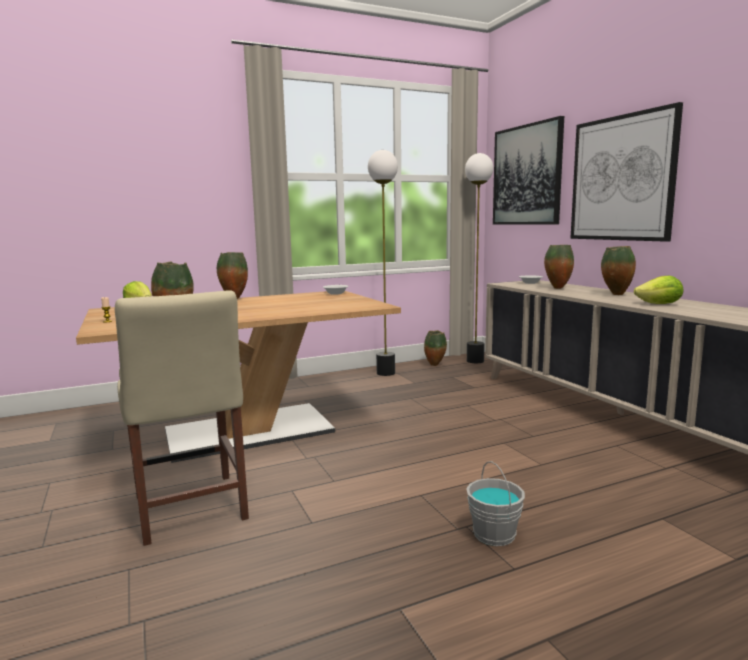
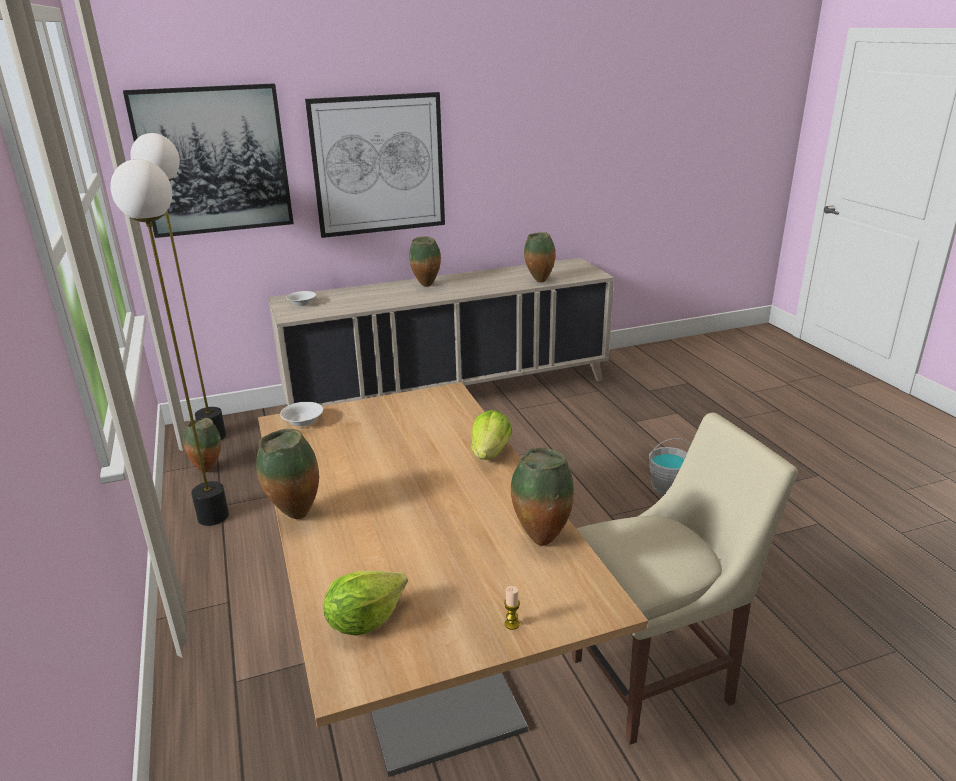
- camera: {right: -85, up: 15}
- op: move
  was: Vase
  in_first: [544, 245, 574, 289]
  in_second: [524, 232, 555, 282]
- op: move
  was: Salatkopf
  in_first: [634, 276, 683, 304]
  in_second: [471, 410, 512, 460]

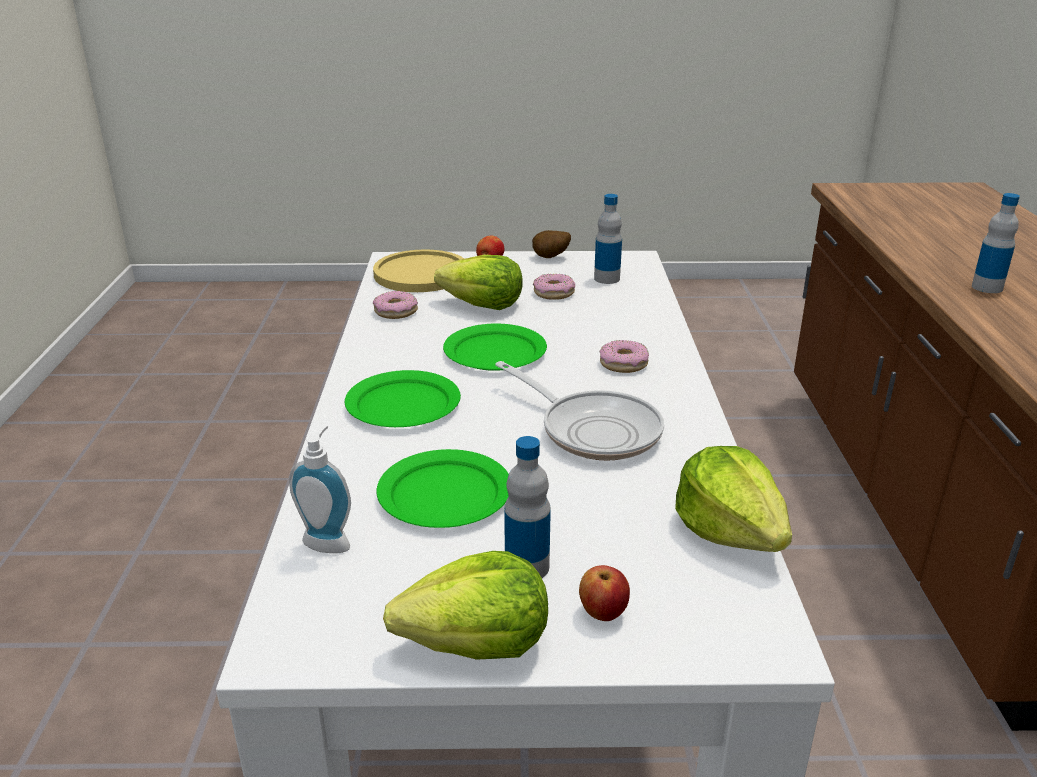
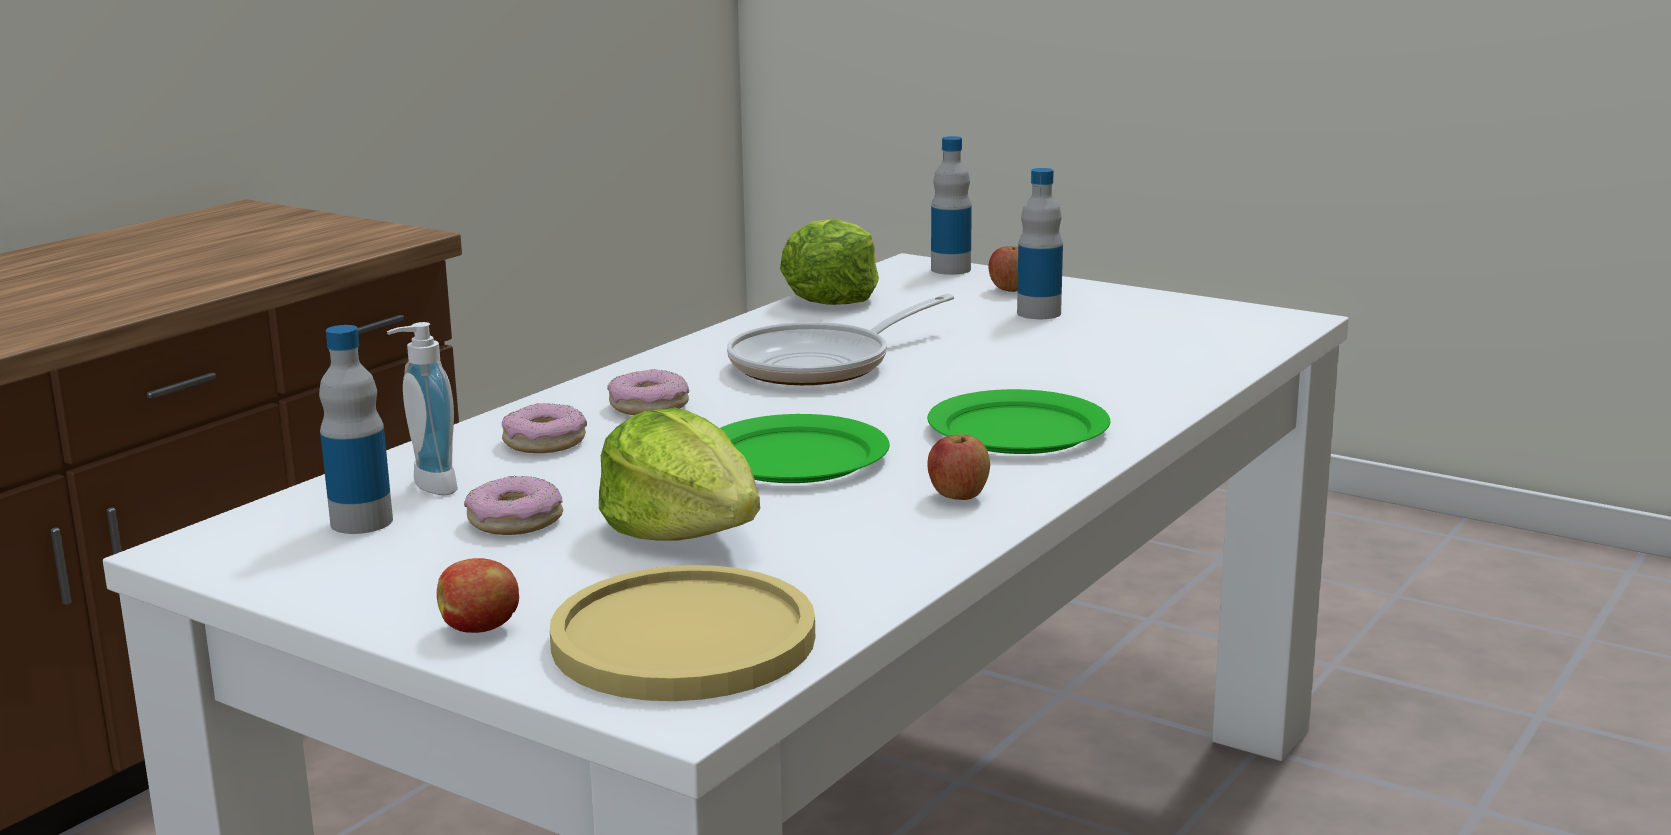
- camera: {right: -145, up: -10}
- op: move
  was: Seifenspender
  in_first: [289, 425, 351, 553]
  in_second: [387, 322, 458, 495]
- op: move
  was: Donut
  in_first: [373, 291, 418, 319]
  in_second: [502, 403, 587, 453]
- op: delete
  was: Teller/grün
  in_first: [377, 449, 509, 528]
- op: delete
  was: Salatkopf
  in_first: [383, 551, 548, 660]
- op: rotate
  was: Pfanne
  in_first: [495, 361, 664, 461]
  in_second: [727, 293, 954, 385]
  clockwise: -120
- op: delete
  was: Kartoffel
  in_first: [532, 230, 571, 258]
- op: move
  was: Flasche
  in_first: [972, 193, 1020, 293]
  in_second: [931, 136, 972, 275]
- op: insert
  now: Apfel
  in_second: [927, 434, 990, 500]

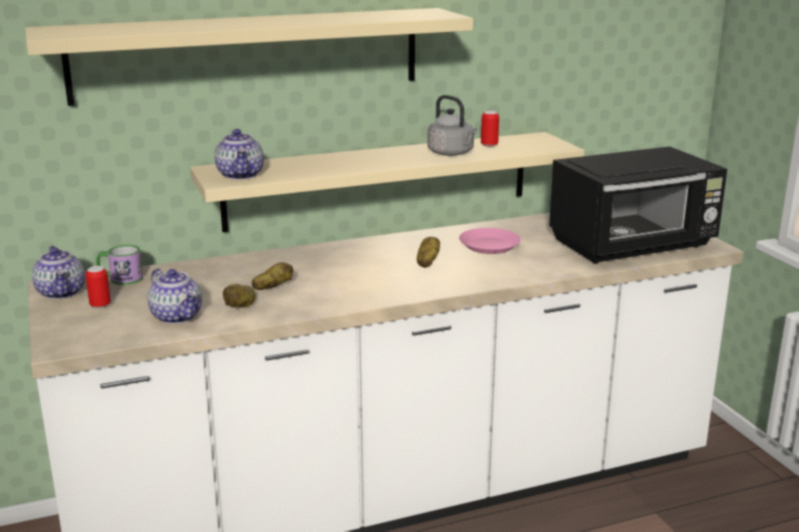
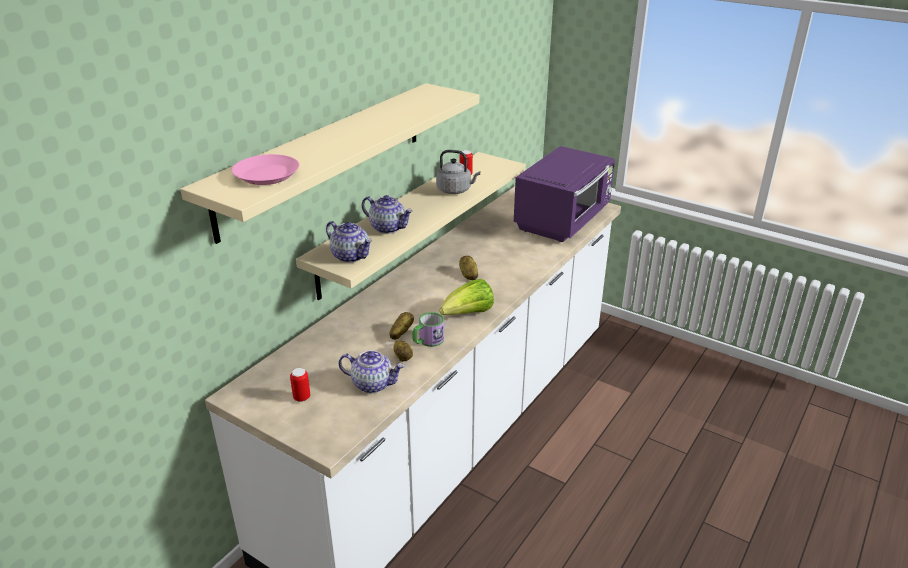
- camera: {right: -35, up: 10}
- op: move
  was: Teekanne
  in_first: [32, 246, 85, 299]
  in_second: [362, 195, 413, 234]
- op: move
  was: Henkelbecher
  in_first: [96, 245, 143, 285]
  in_second: [412, 312, 444, 347]
- op: move
  was: Teller/rosa
  in_first: [459, 228, 521, 254]
  in_second: [232, 154, 299, 185]
- op: recolor
  was: Mikrowelle/schwarz
  now: Mikrowelle/lila
  in_first: [549, 146, 727, 264]
  in_second: [514, 146, 615, 242]
- op: insert
  now: Salatkopf
  in_second: [440, 279, 494, 315]

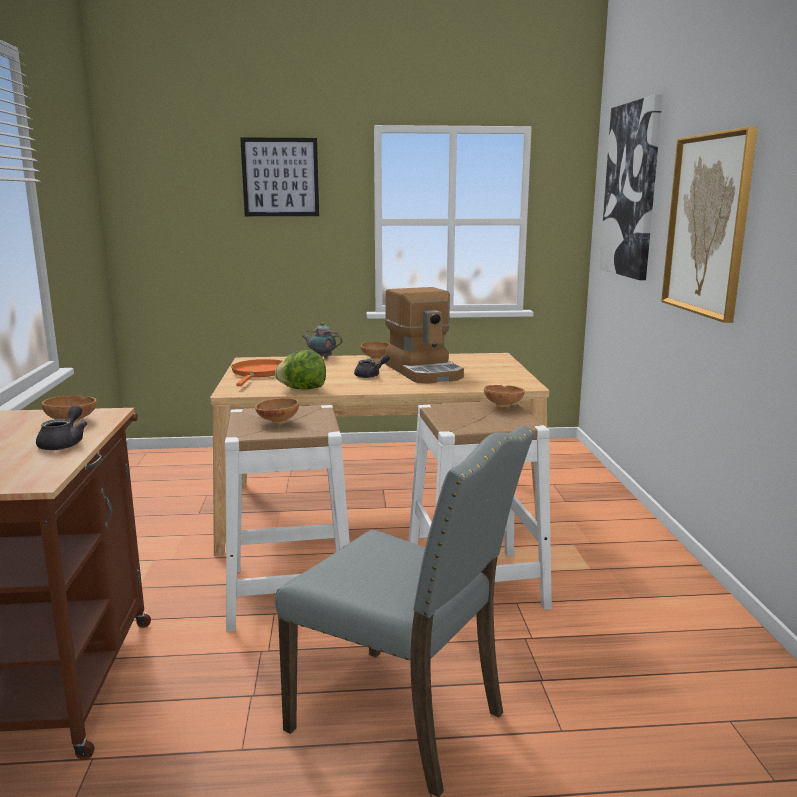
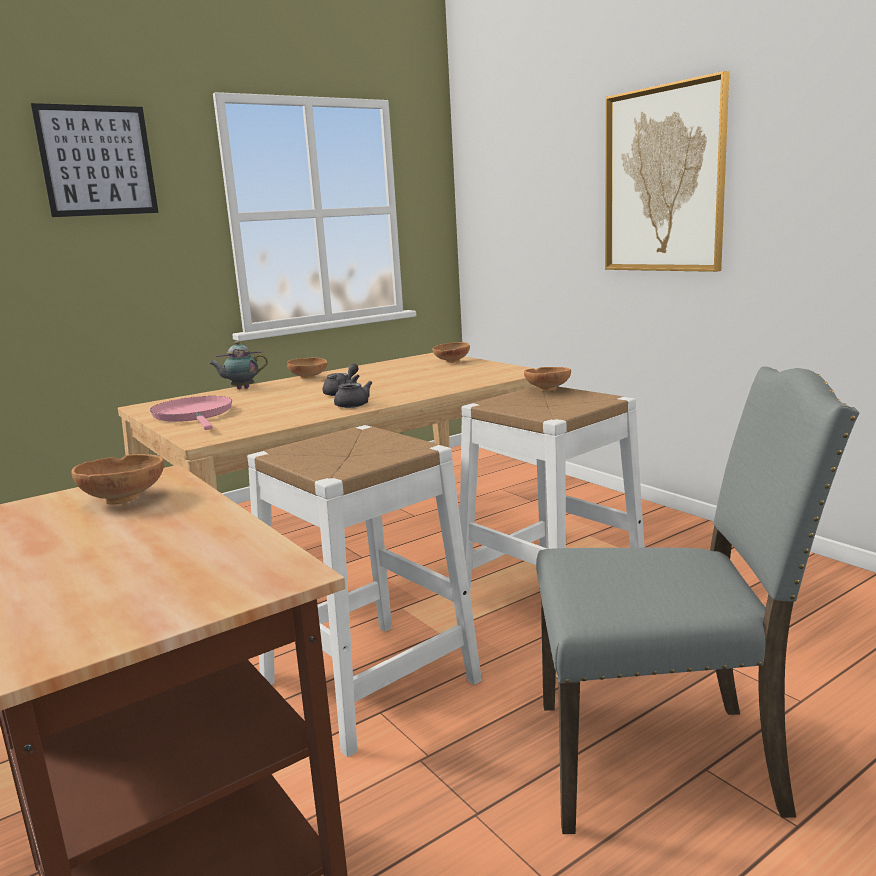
- camera: {right: -30, up: 0}
- op: move
  was: Teekanne/grau
  in_first: [36, 405, 88, 450]
  in_second: [334, 374, 372, 408]
- op: recolor
  was: Pfanne/orange
  now: Pfanne/rosa
  in_first: [231, 359, 282, 386]
  in_second: [150, 396, 232, 430]
- op: move
  was: Schüssel/braun
  in_first: [255, 398, 299, 424]
  in_second: [433, 342, 470, 363]
- op: delete
  was: Salatkopf
  in_first: [275, 350, 326, 390]
- op: delete
  was: Kaffeemaschine
  in_first: [385, 287, 464, 384]
- op: delete
  was: Bild
  in_first: [599, 94, 663, 280]

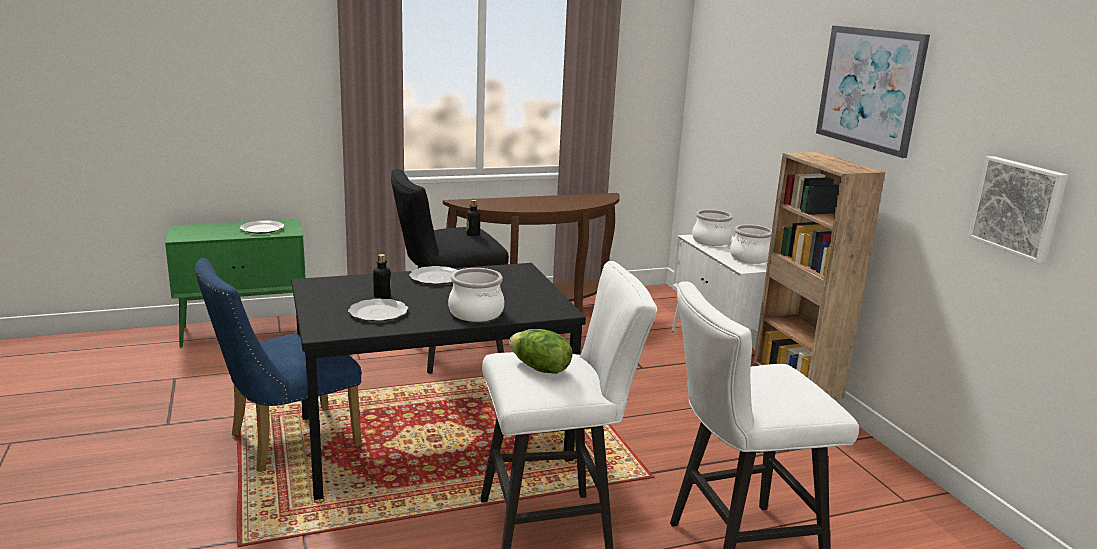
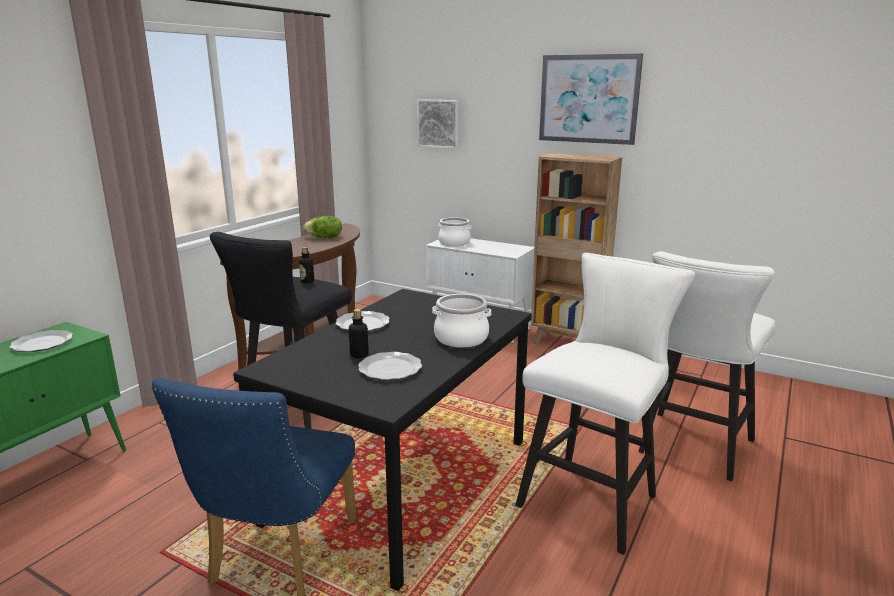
- camera: {right: -40, up: 0}
- op: move
  was: Salatkopf
  in_first: [509, 329, 573, 374]
  in_second: [303, 216, 342, 238]
- op: delete
  was: Kochtopf
  in_first: [730, 225, 772, 264]
- op: move
  was: Bild
  in_first: [968, 156, 1068, 263]
  in_second: [417, 99, 460, 149]

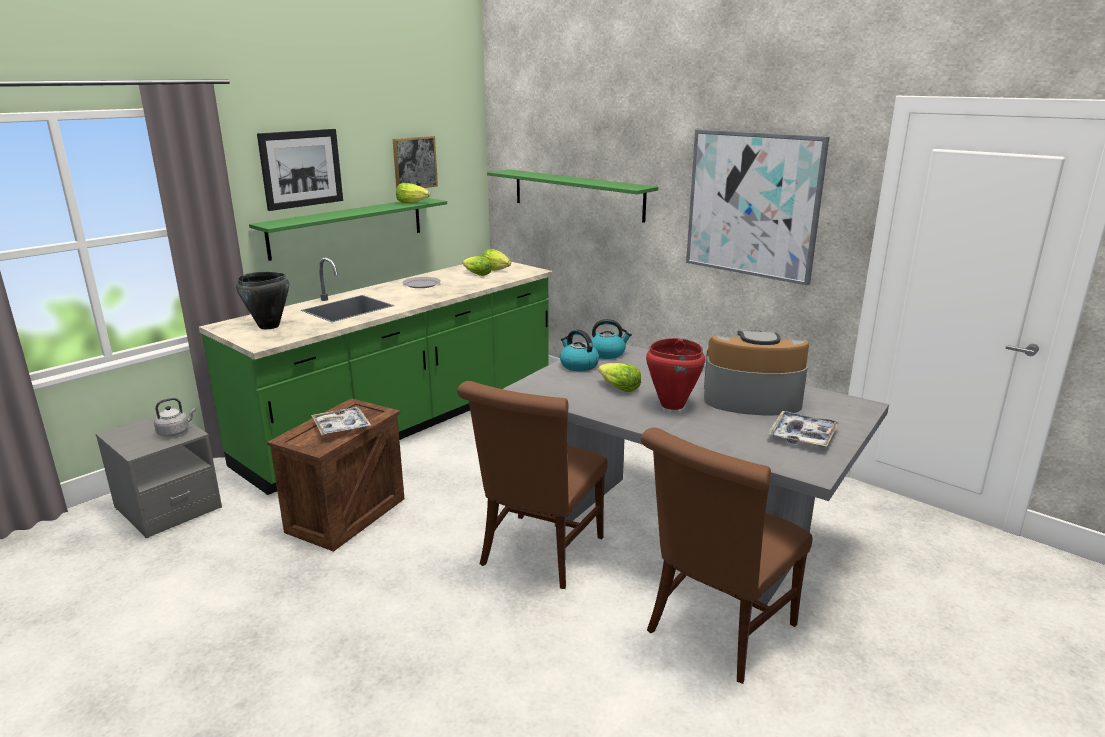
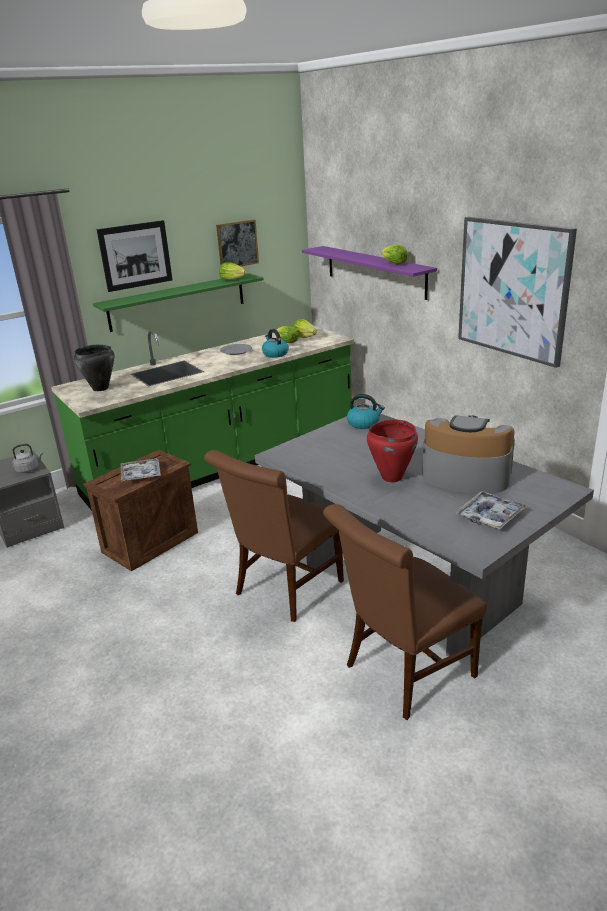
- camera: {right: 15, up: 5}
- op: recolor
  was: Wandregal/grün
  now: Wandregal/lila
  in_first: [487, 169, 658, 223]
  in_second: [302, 246, 437, 300]
- op: move
  was: Wasserkessel
  in_first: [560, 329, 599, 371]
  in_second: [262, 329, 289, 358]
- op: move
  was: Salatkopf
  in_first: [598, 363, 641, 392]
  in_second: [381, 245, 408, 265]

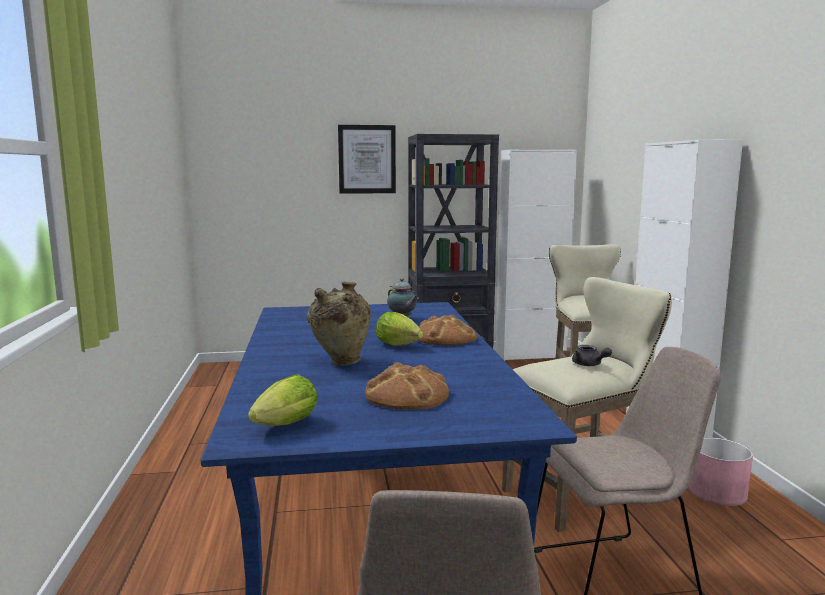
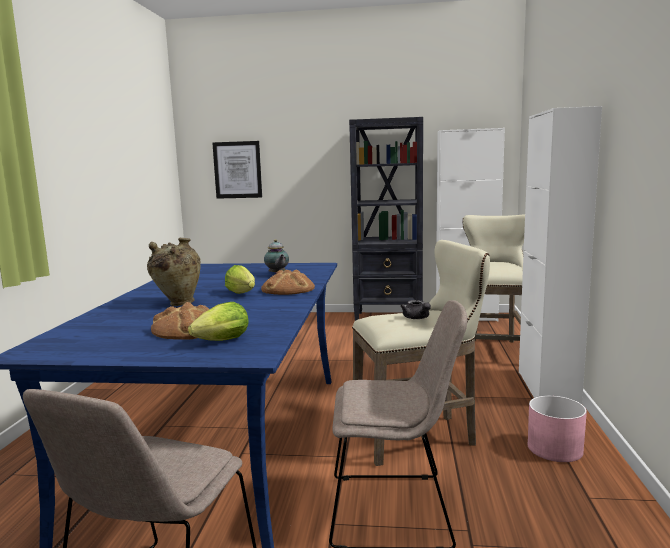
- camera: {right: 15, up: 0}
- op: move
  was: Salatkopf
  in_first: [248, 374, 318, 426]
  in_second: [188, 302, 249, 341]
- op: move
  was: Bild
  in_first: [338, 125, 396, 194]
  in_second: [212, 141, 262, 199]

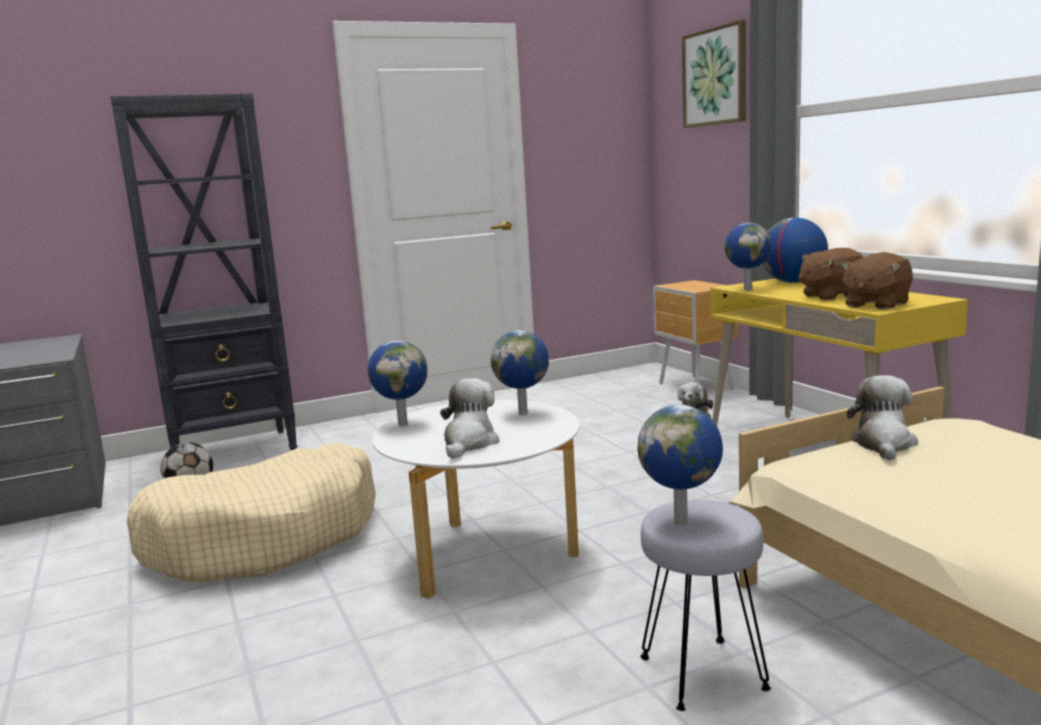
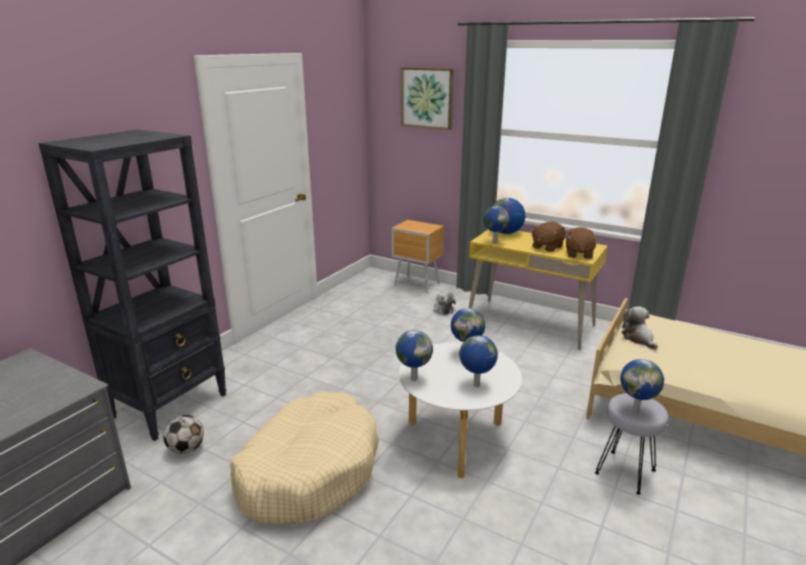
- camera: {right: -35, up: 10}
- op: replace
  was: Plüschtier
  now: Globus
  in_first: [440, 378, 499, 459]
  in_second: [459, 335, 498, 387]

